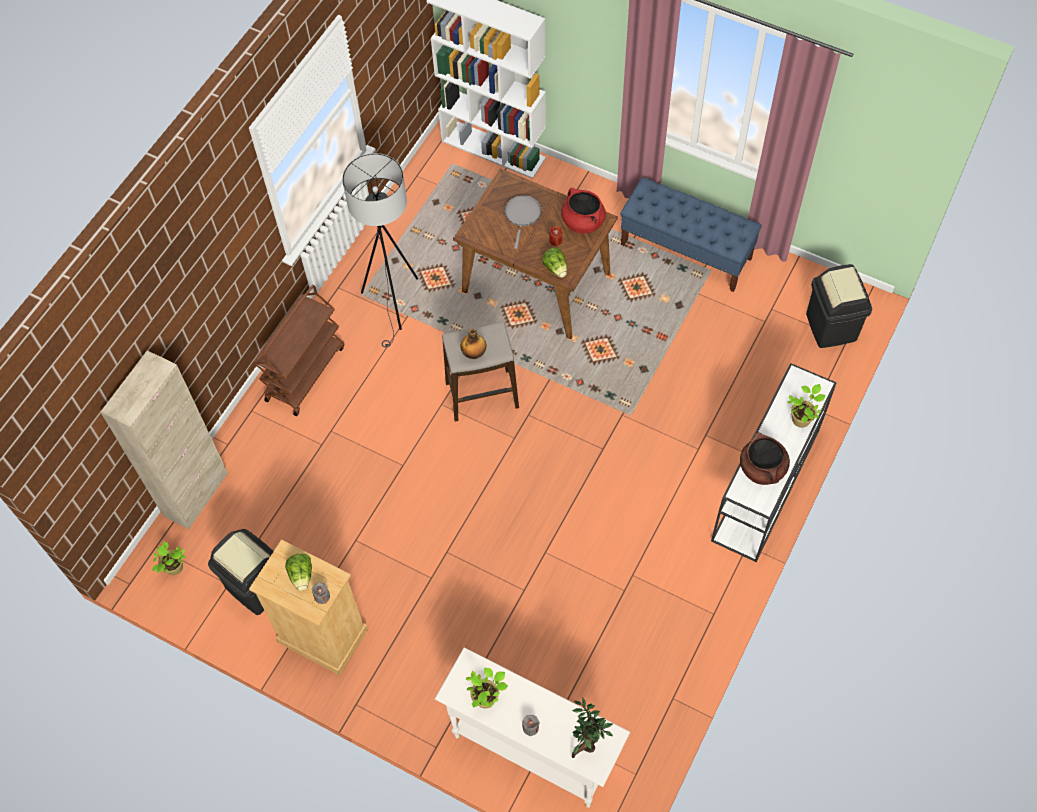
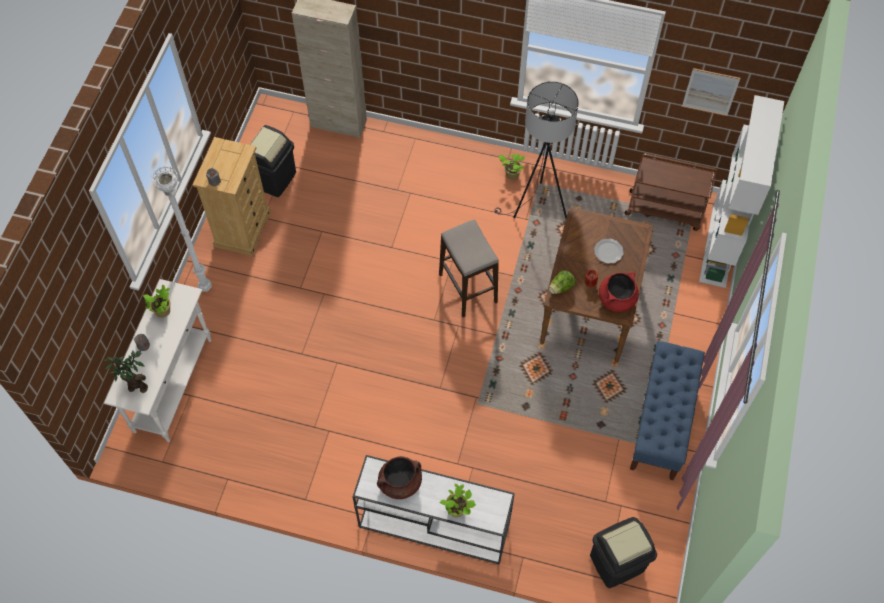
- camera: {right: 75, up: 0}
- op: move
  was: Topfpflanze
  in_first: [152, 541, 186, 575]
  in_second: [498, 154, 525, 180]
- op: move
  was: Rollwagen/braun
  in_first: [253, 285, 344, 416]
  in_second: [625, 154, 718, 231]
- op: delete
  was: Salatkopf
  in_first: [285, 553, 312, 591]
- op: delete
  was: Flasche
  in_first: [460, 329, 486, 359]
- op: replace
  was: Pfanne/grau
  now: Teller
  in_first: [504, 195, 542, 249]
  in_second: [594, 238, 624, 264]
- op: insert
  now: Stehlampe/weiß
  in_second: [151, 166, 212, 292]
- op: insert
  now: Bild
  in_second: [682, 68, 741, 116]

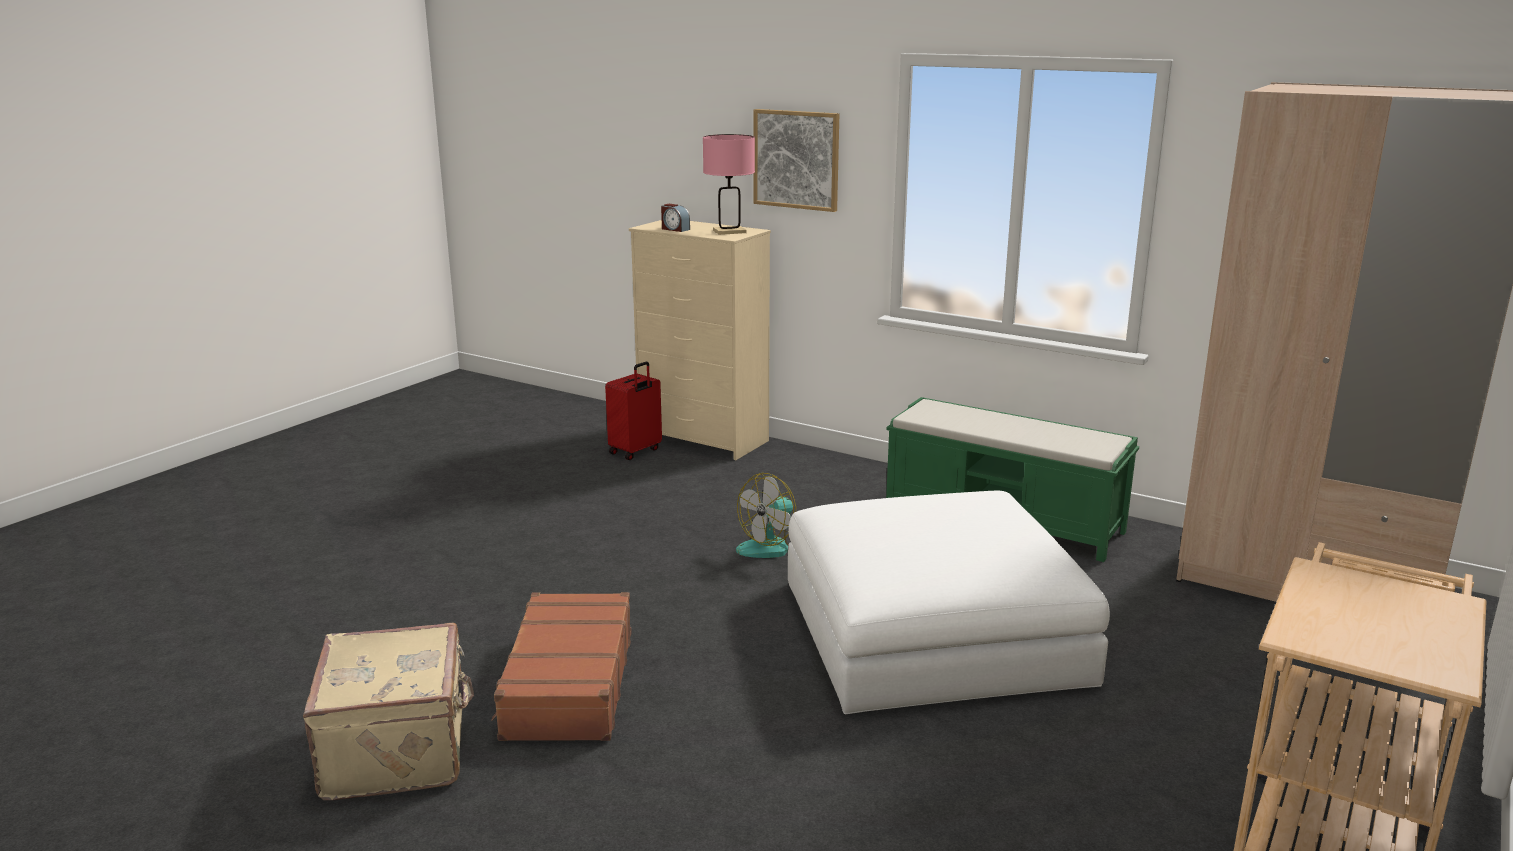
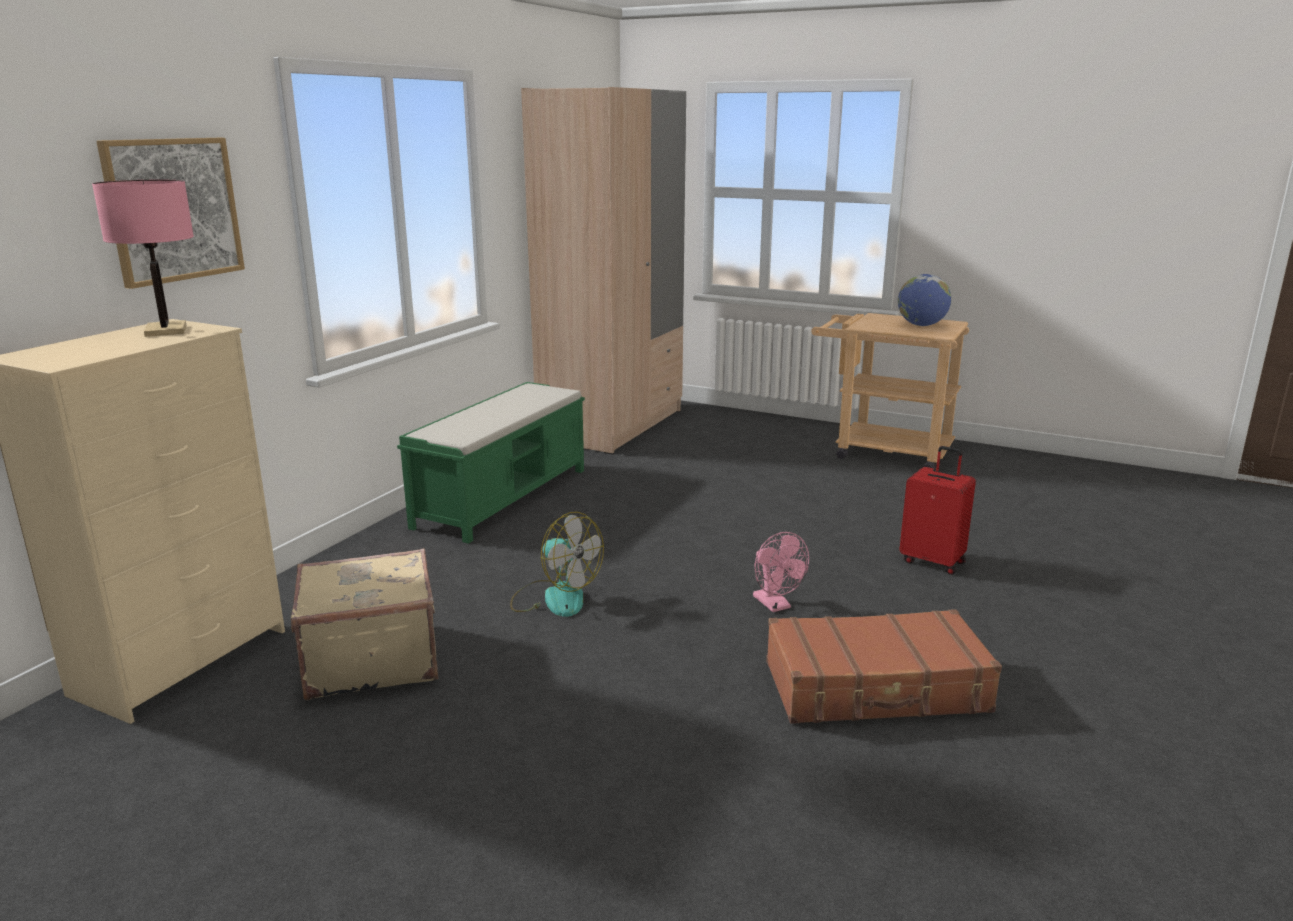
- camera: {right: -95, up: 0}
- op: move
  was: Koffer/beige
  in_first: [303, 623, 474, 800]
  in_second: [291, 548, 439, 700]
- op: move
  was: Koffer/rot
  in_first: [605, 362, 662, 460]
  in_second: [899, 446, 976, 575]
- op: delete
  was: Wecker
  in_first: [661, 204, 690, 232]
- op: delete
  was: Polsterhocker/weiß
  in_first: [788, 491, 1110, 714]
- op: insert
  now: Ventilator/rosa
  in_second: [753, 532, 809, 612]
- op: insert
  now: Globus
  in_second: [898, 274, 951, 326]

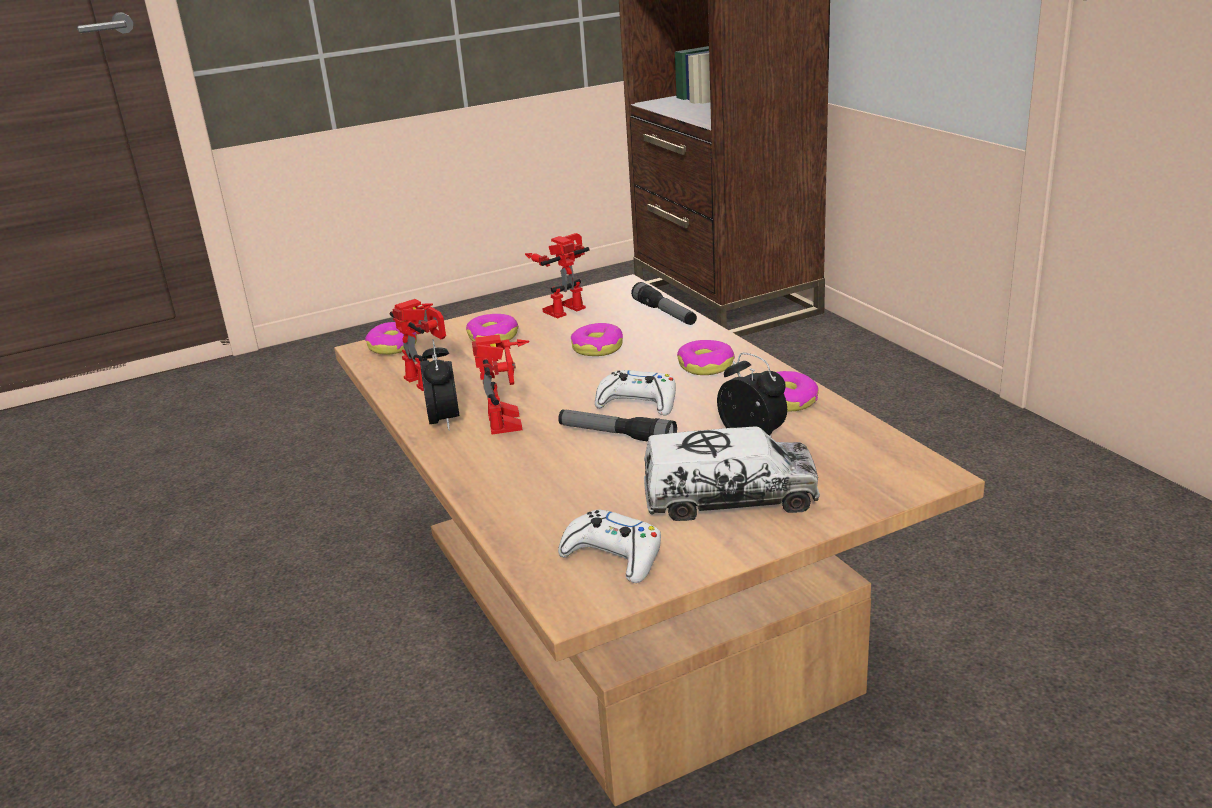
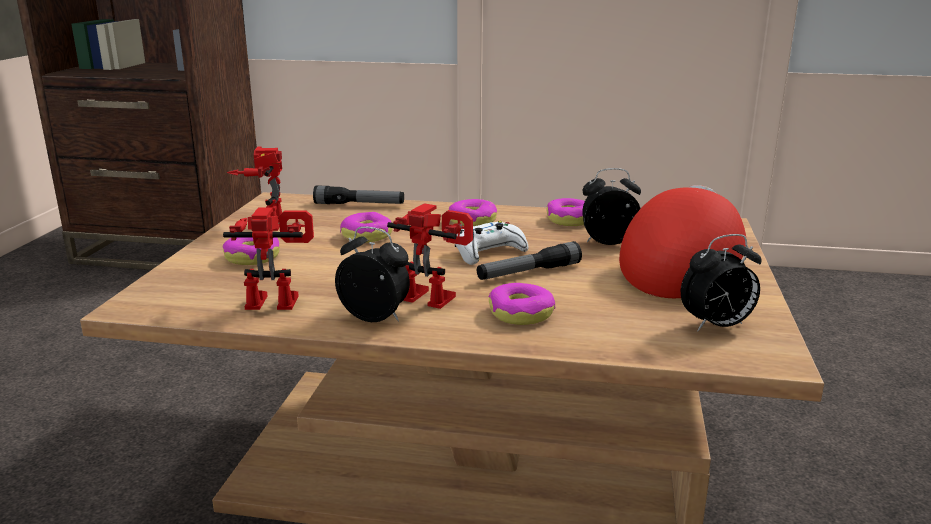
- camera: {right: -55, up: -5}
- op: move
  was: Donut
  in_first: [365, 322, 417, 355]
  in_second: [489, 283, 555, 325]
- op: replace
  was: Gamepad/weiß
  now: Wecker
  in_first: [558, 510, 661, 583]
  in_second: [681, 234, 762, 331]
- op: replace
  was: Spielzeuglaster
  now: Kappe/rot
  in_first: [644, 426, 820, 521]
  in_second: [619, 185, 746, 298]

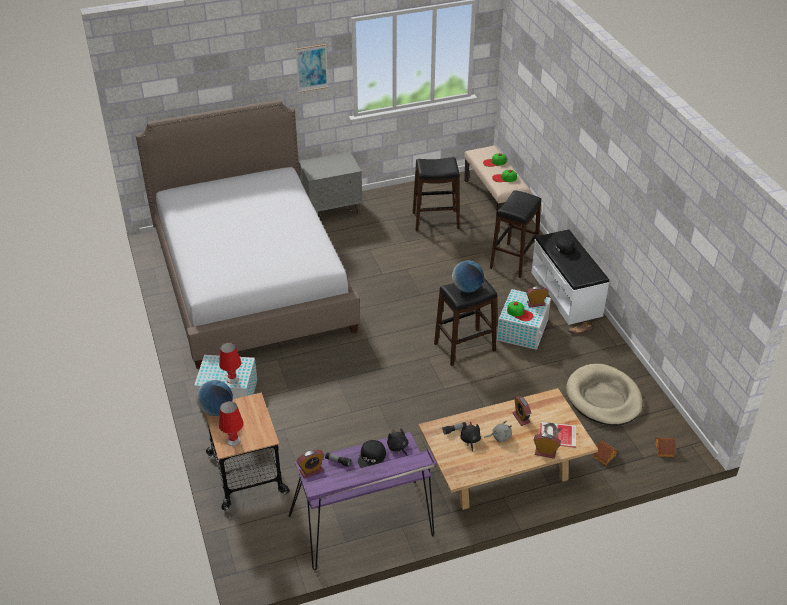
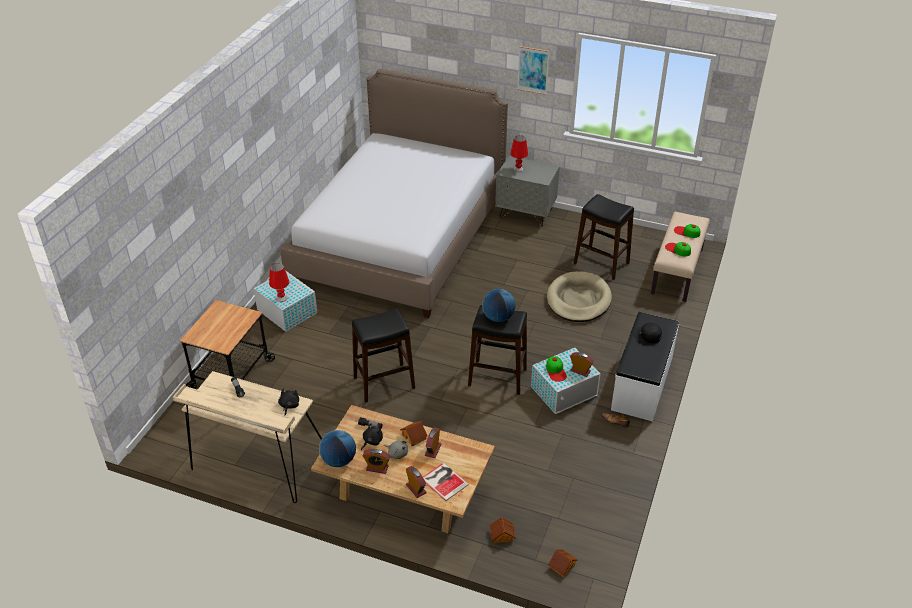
- camera: {right: 40, up: 0}
- op: move
  was: Globus
  in_first: [197, 380, 233, 416]
  in_second: [319, 430, 356, 467]
- op: move
  was: Tischlampe/rot
  in_first: [219, 401, 244, 446]
  in_second: [510, 135, 528, 172]
- op: recolor
  was: Schreibtisch/lila
  now: Schreibtisch/beige
  in_first: [288, 432, 436, 570]
  in_second: [173, 371, 322, 503]
- op: move
  was: Wecker
  in_first: [297, 450, 324, 478]
  in_second: [363, 449, 390, 474]
- op: delete
  was: Kappe/schwarz
  in_first: [358, 440, 386, 468]
- op: move
  was: Hocker/schwarz
  in_first: [490, 190, 541, 278]
  in_second: [352, 309, 415, 403]
- op: move
  was: Hundebett/beige
  in_first: [566, 364, 643, 426]
  in_second: [547, 271, 612, 322]
- op: insert
  now: Spielzeughaus
  in_second: [400, 421, 427, 446]

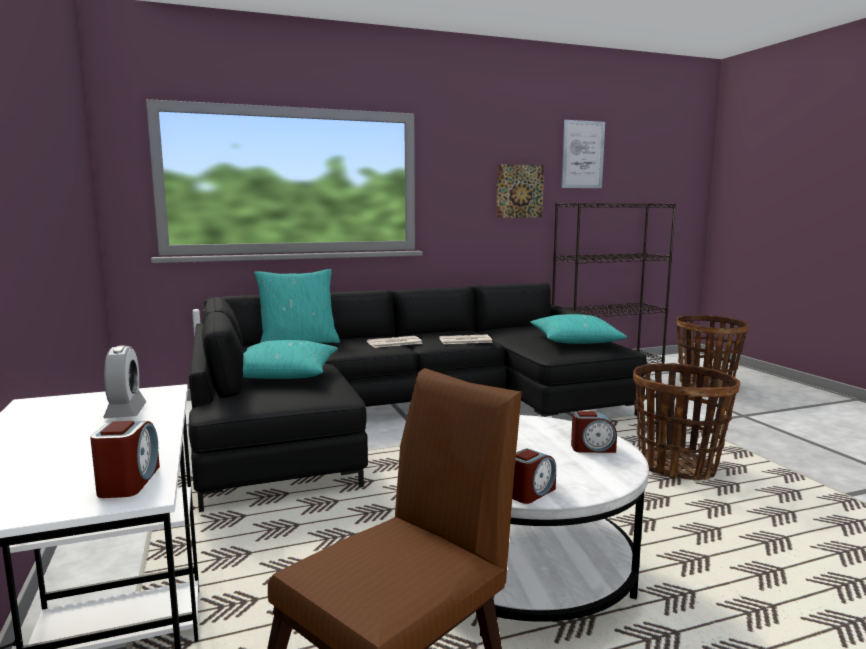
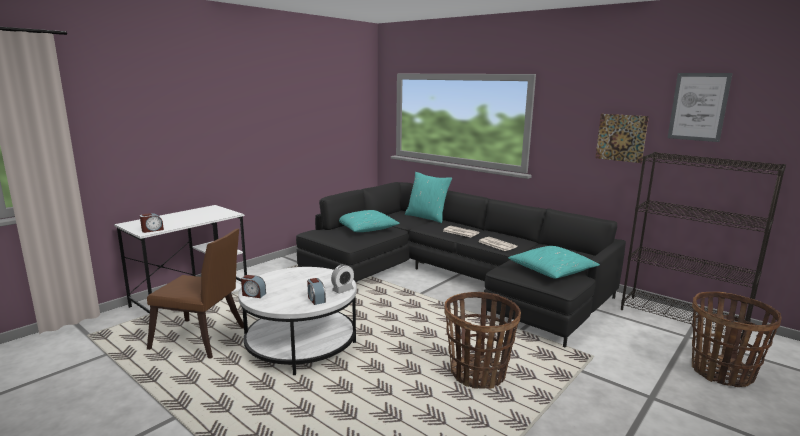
- camera: {right: 60, up: 5}
- op: move
  was: Wecker
  in_first: [103, 345, 146, 418]
  in_second: [331, 264, 354, 294]

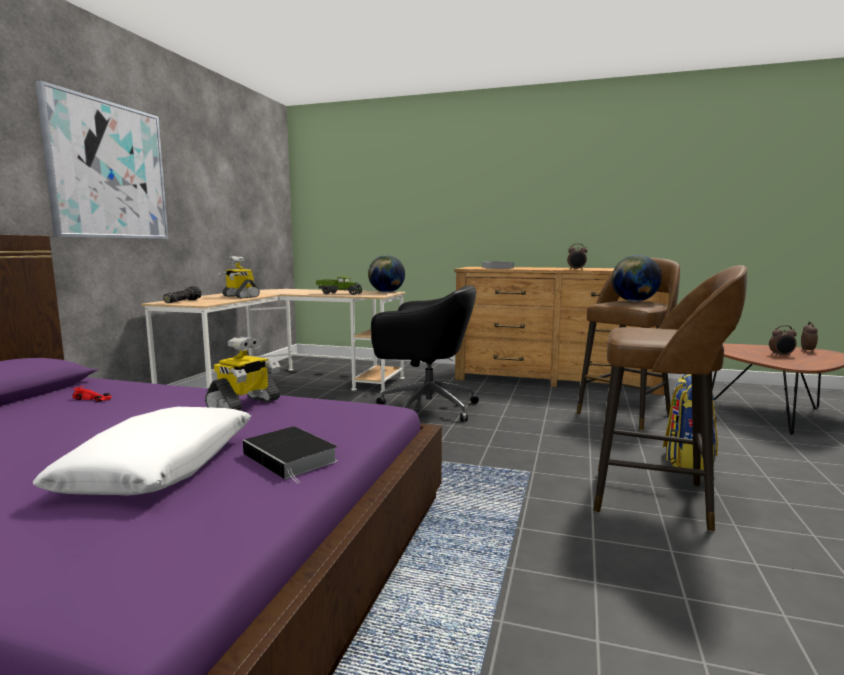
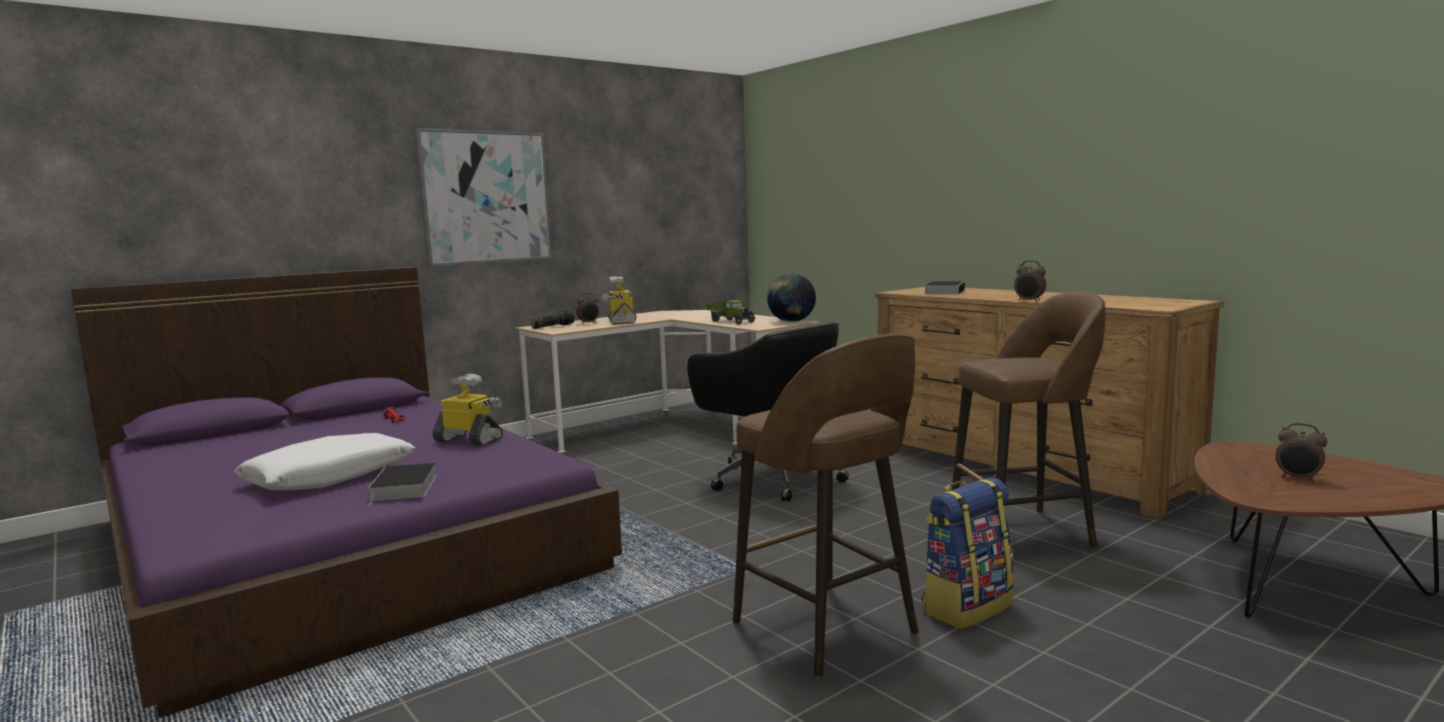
- camera: {right: 35, up: 0}
- op: rotate
  was: Spielzeugroboter
  in_first: [205, 336, 280, 411]
  in_second: [432, 373, 503, 446]
  clockwise: -135
- op: delete
  was: Globus
  in_first: [612, 255, 662, 301]
- op: move
  was: Wecker
  in_first: [801, 322, 818, 352]
  in_second: [576, 293, 599, 324]

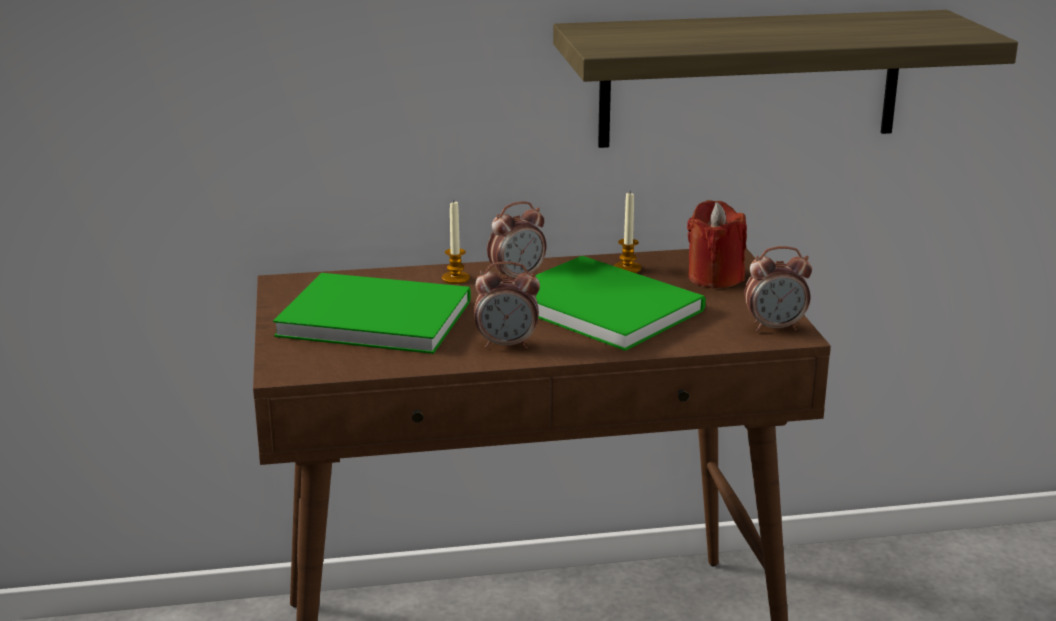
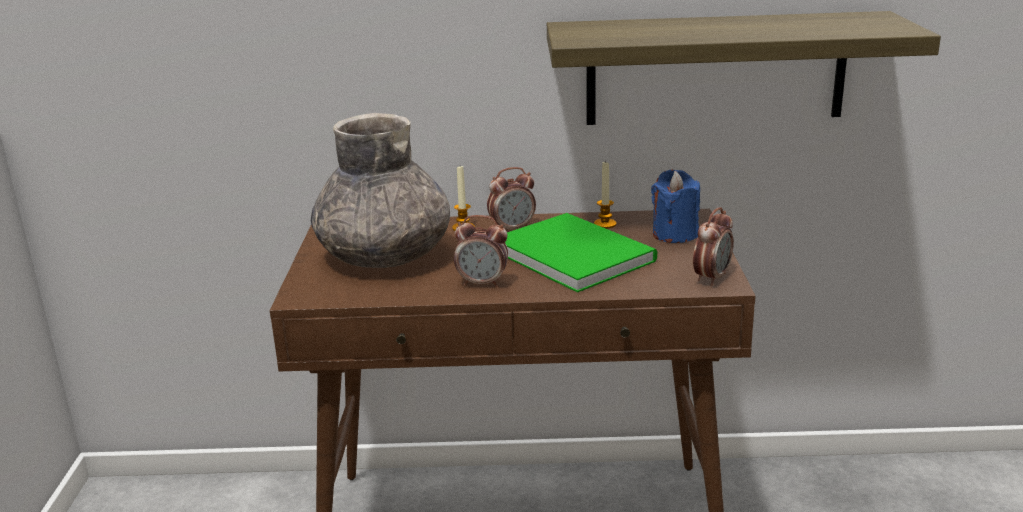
- camera: {right: 10, up: 0}
- op: replace
  was: Buch/grün
  now: Vase/grau
  in_first: [273, 273, 471, 354]
  in_second: [311, 113, 450, 268]
- op: recolor
  was: Kerze/rot
  now: Kerze/blau
  in_first: [687, 200, 747, 288]
  in_second: [651, 170, 700, 243]
- op: rotate
  was: Wecker
  in_first: [744, 246, 812, 332]
  in_second: [693, 207, 734, 286]
  clockwise: -60

